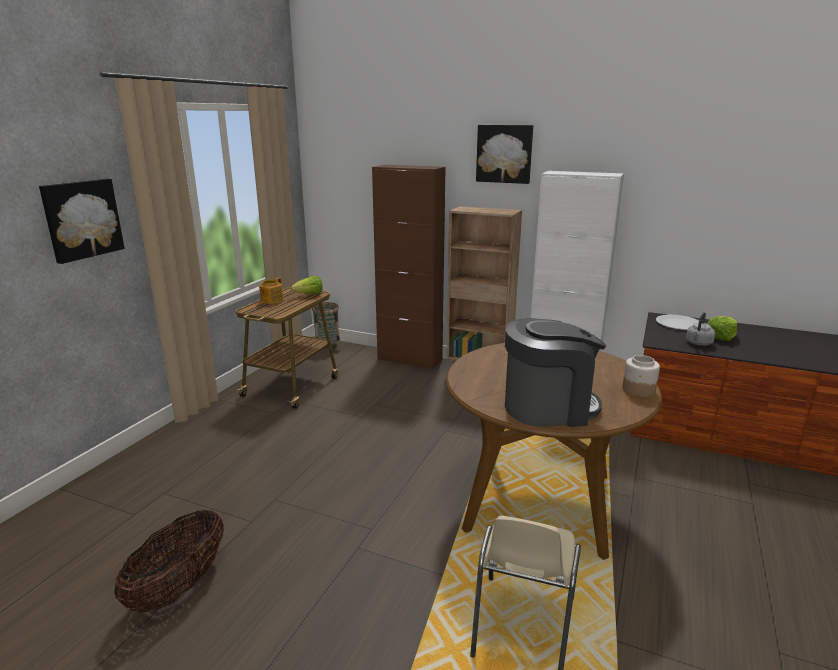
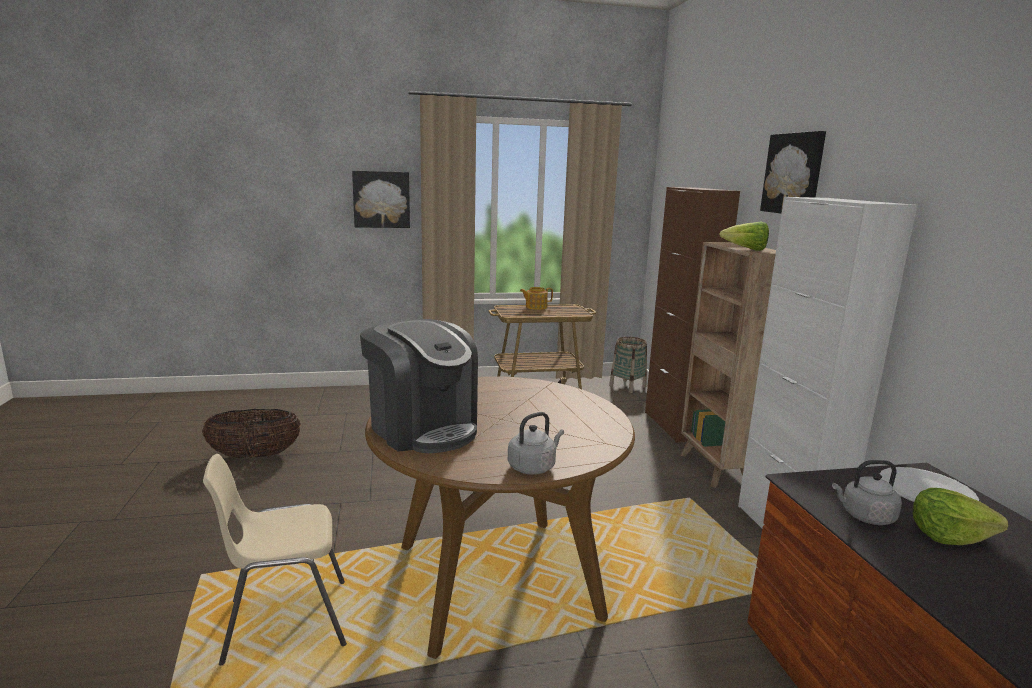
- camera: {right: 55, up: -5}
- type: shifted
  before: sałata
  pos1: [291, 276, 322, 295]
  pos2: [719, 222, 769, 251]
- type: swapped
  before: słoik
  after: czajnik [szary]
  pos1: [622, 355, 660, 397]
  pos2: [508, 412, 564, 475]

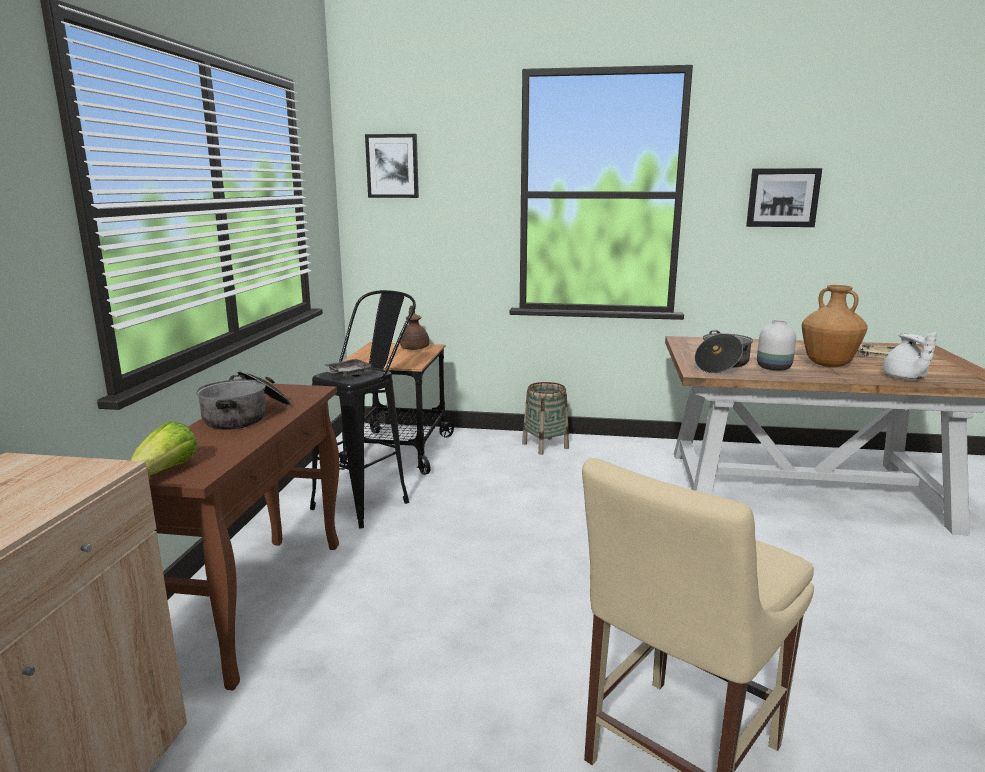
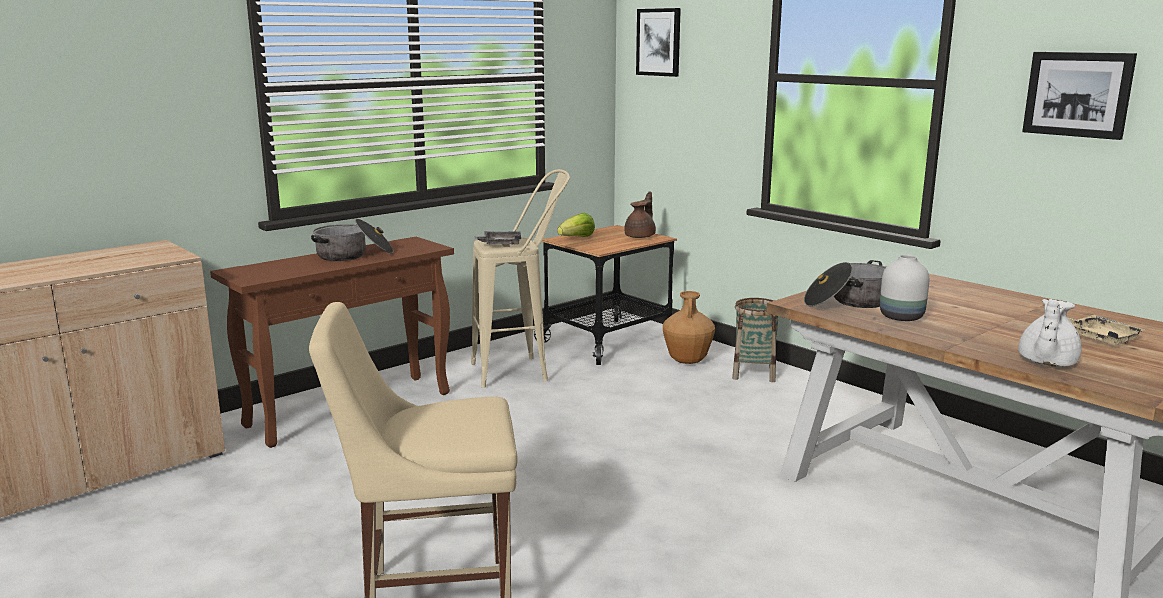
- camera: {right: 40, up: 0}
- type: shifted
  before: sałata
  pos1: [131, 421, 197, 476]
  pos2: [557, 213, 595, 237]
- type: shifted
  before: wazon [brązowy]
  pos1: [802, 285, 868, 367]
  pos2: [663, 291, 715, 364]
- type: repainted
  before: stołek [czarny]
  after: stołek [beżowy]
  pos1: [310, 290, 416, 529]
  pos2: [471, 169, 570, 388]

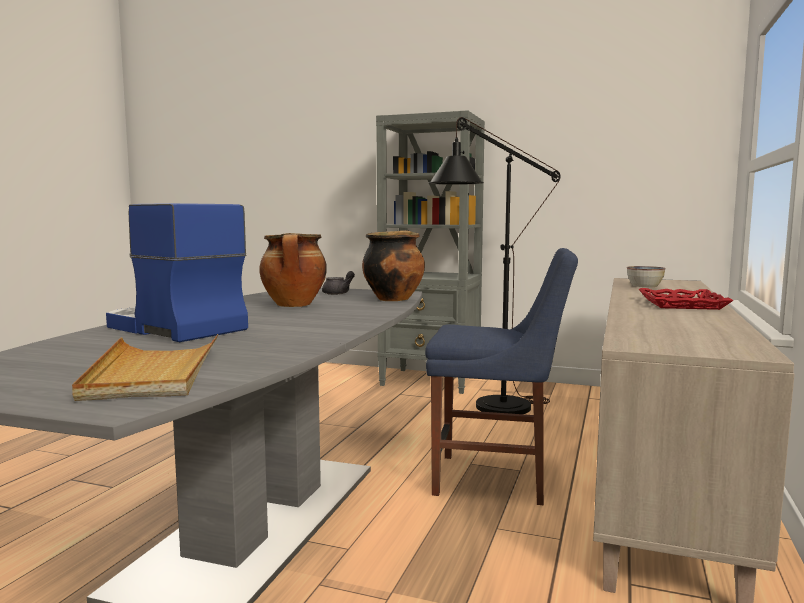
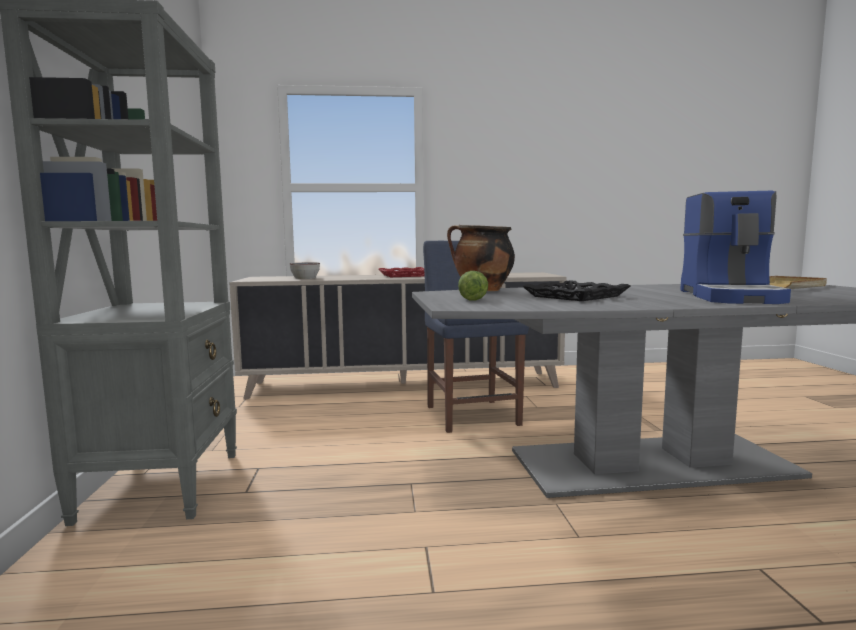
- camera: {right: -115, up: 0}
- type: gone
  before: lampa stojąca [czarny]
  pos1: [429, 117, 561, 414]
- type: swapped
  before: garnek
  after: taca [czarny]
  pos1: [259, 233, 327, 307]
  pos2: [522, 281, 630, 301]
- type: swapped
  before: imbryk [szary]
  after: sałata
  pos1: [322, 271, 355, 295]
  pos2: [458, 271, 488, 301]

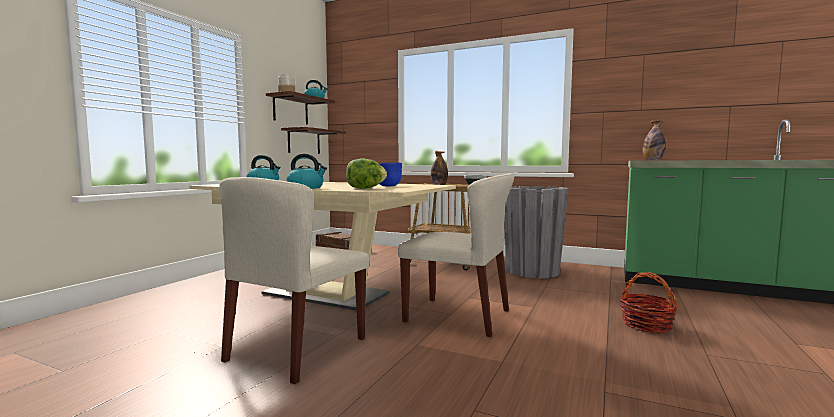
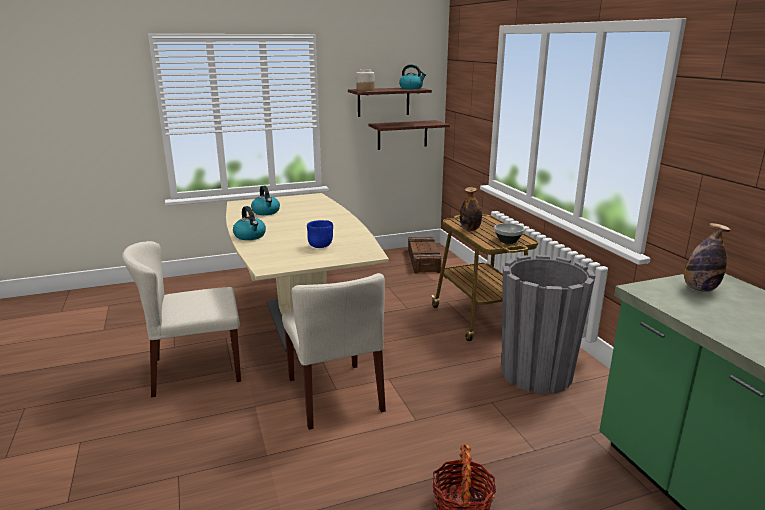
- camera: {right: 45, up: 15}
- type: gone
  before: sałata
  pos1: [346, 159, 387, 189]

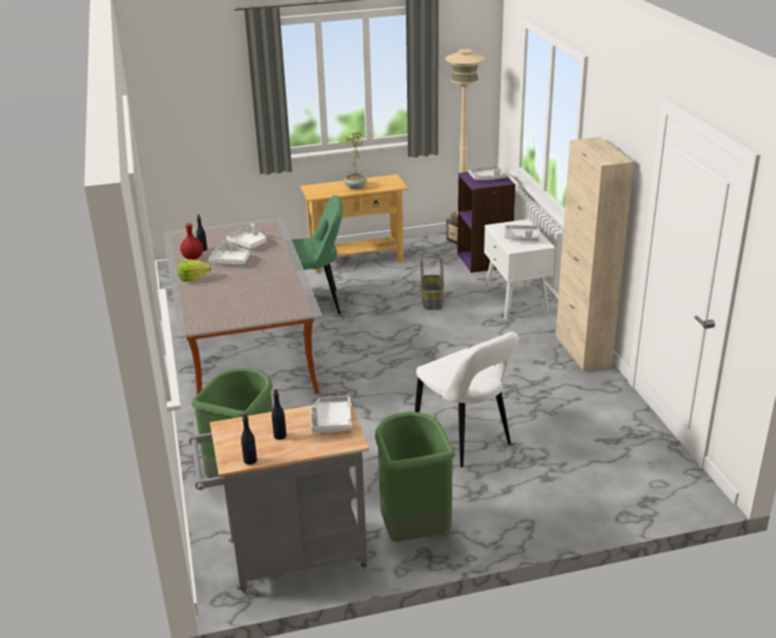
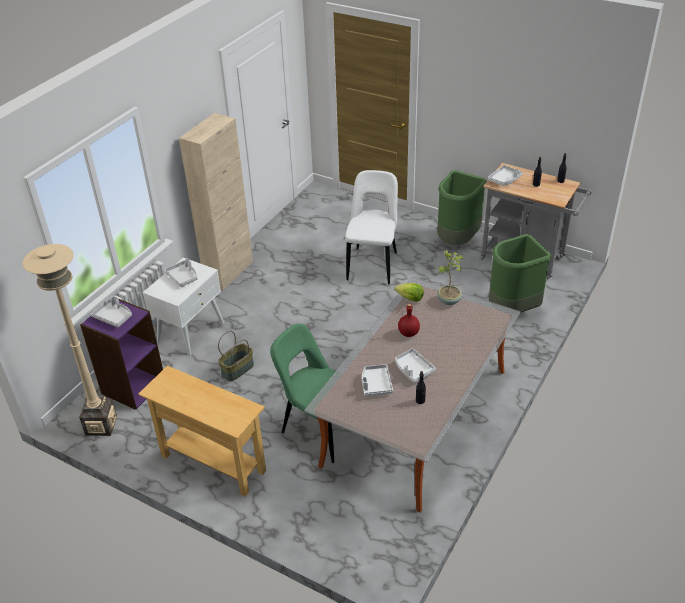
- camera: {right: -135, up: 10}
- type: shifted
  before: sałata
  pos1: [178, 259, 211, 282]
  pos2: [395, 283, 424, 302]
- type: shifted
  before: butelka [czerwony]
  pos1: [180, 222, 203, 260]
  pos2: [398, 304, 420, 337]
- type: shifted
  before: roślina doniczkowa
  pos1: [340, 132, 367, 190]
  pos2: [437, 250, 465, 305]

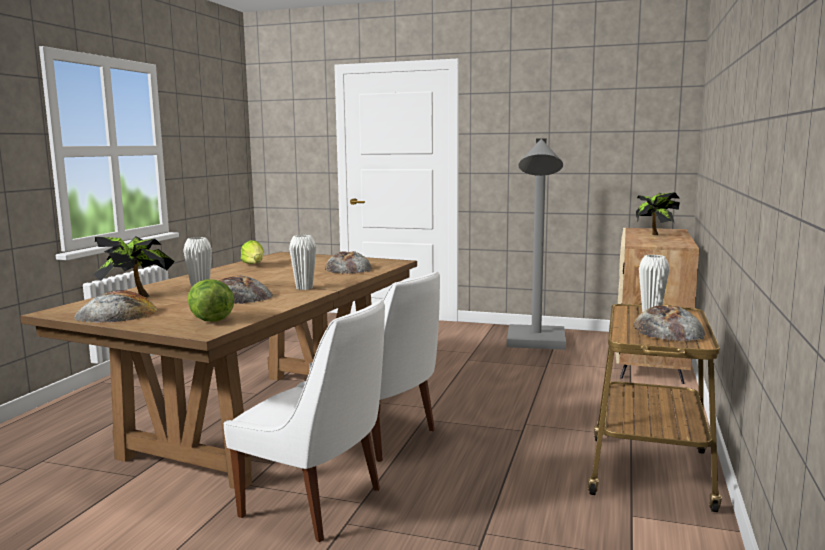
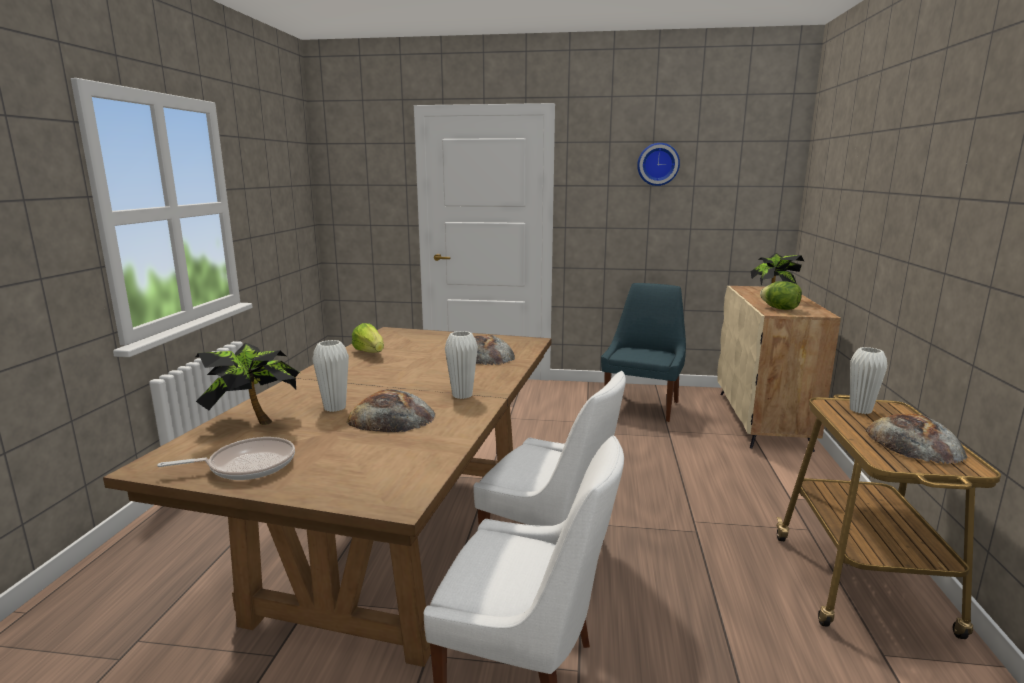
- camera: {right: -10, up: 5}
- type: new
  after: zegar ścienny
  pos2: [637, 143, 680, 186]
- type: shifted
  before: sałata
  pos1: [188, 279, 234, 322]
  pos2: [760, 281, 802, 310]
- type: swapped
  before: chleb
  after: patelnia
  pos1: [74, 290, 157, 323]
  pos2: [157, 437, 295, 480]
- type: swapped
  before: lampa stojąca [szary]
  after: krzesło [niebieski]
  pos1: [507, 138, 566, 350]
  pos2: [601, 283, 686, 422]

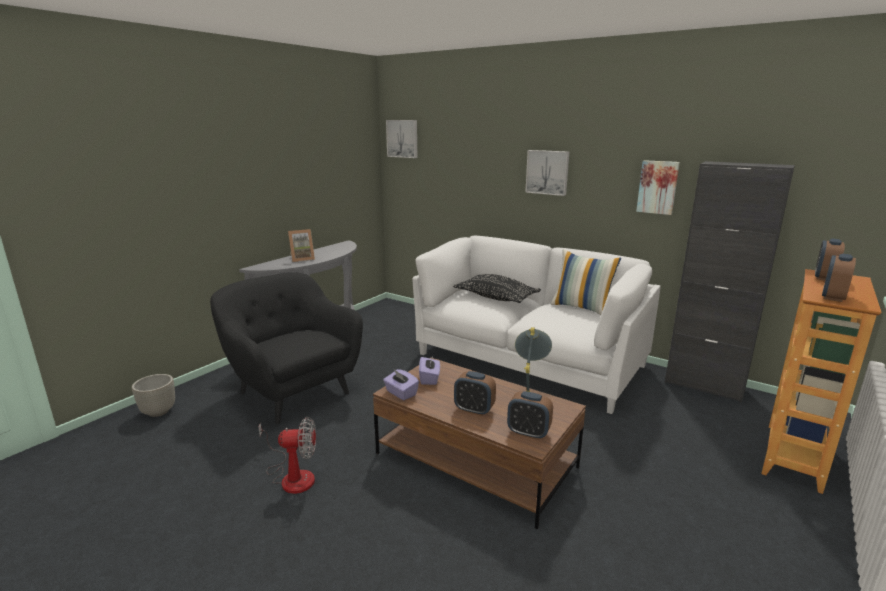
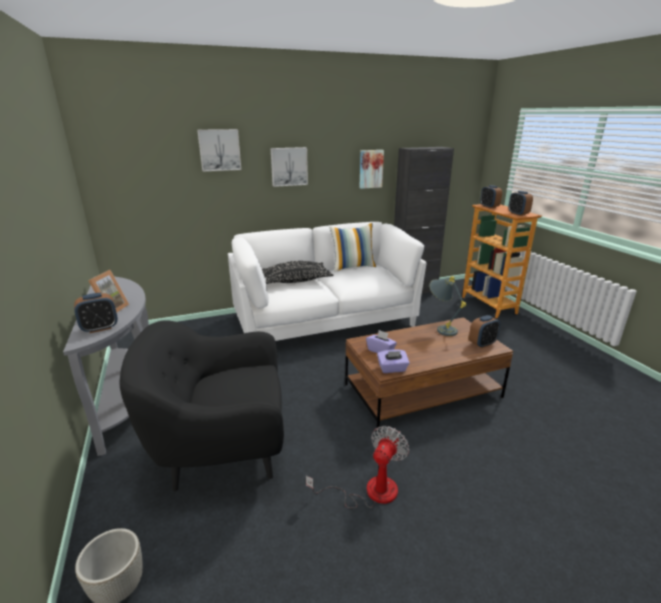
- camera: {right: -55, up: 5}
- type: shifted
  before: obraz
  pos1: [386, 120, 417, 158]
  pos2: [197, 129, 241, 171]
- type: shifted
  before: budzik
  pos1: [454, 371, 496, 416]
  pos2: [74, 293, 118, 333]

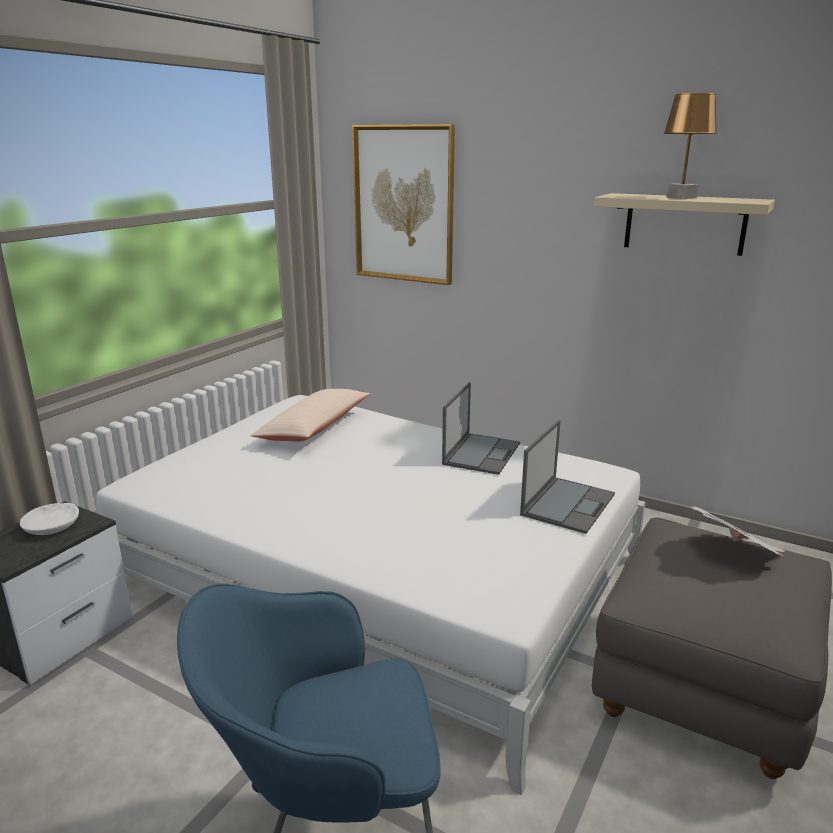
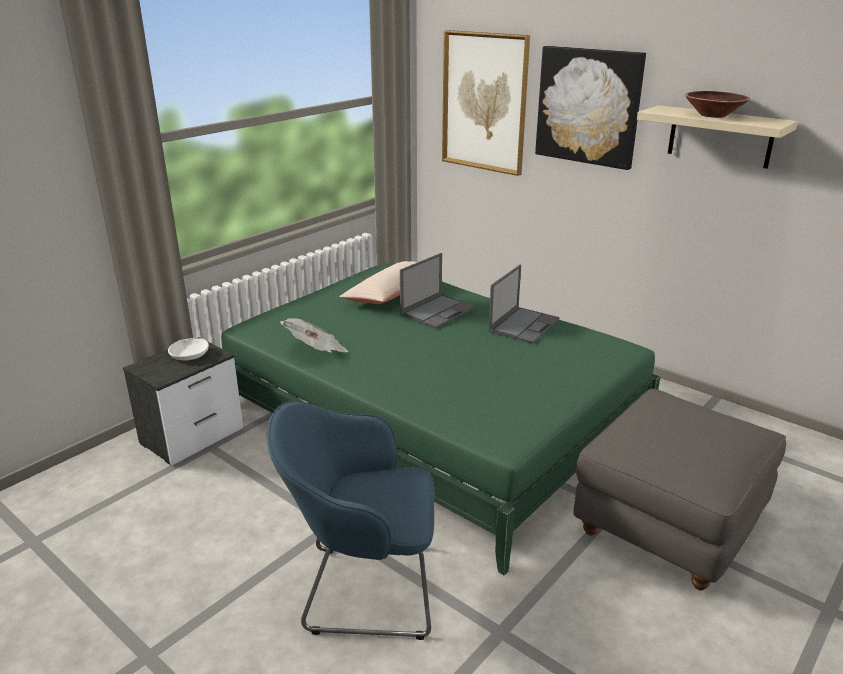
- camera: {right: 10, up: 5}
- type: new
  after: obraz
  pos2: [535, 46, 646, 170]
- type: shifted
  before: laptop
  pos1: [520, 420, 615, 534]
  pos2: [400, 253, 475, 328]
- type: shifted
  before: gazeta
  pos1: [692, 506, 784, 556]
  pos2: [280, 318, 349, 353]
- type: swapped
  before: lampa stołowa [brązowy]
  after: miska [brązowy]
  pos1: [664, 93, 717, 199]
  pos2: [685, 91, 750, 118]
- type: repainted
  before: łóżko [biały]
  after: łóżko [zielony]
  pos1: [97, 395, 646, 795]
  pos2: [221, 264, 660, 576]

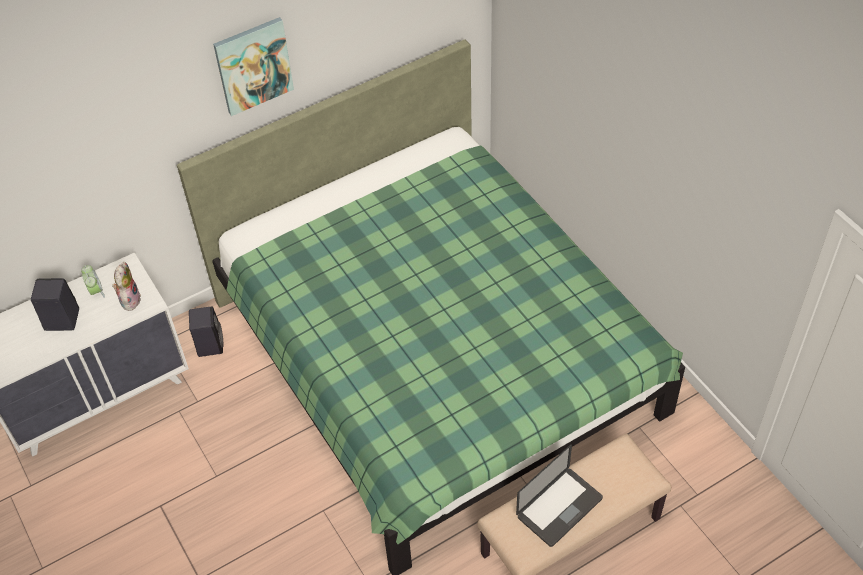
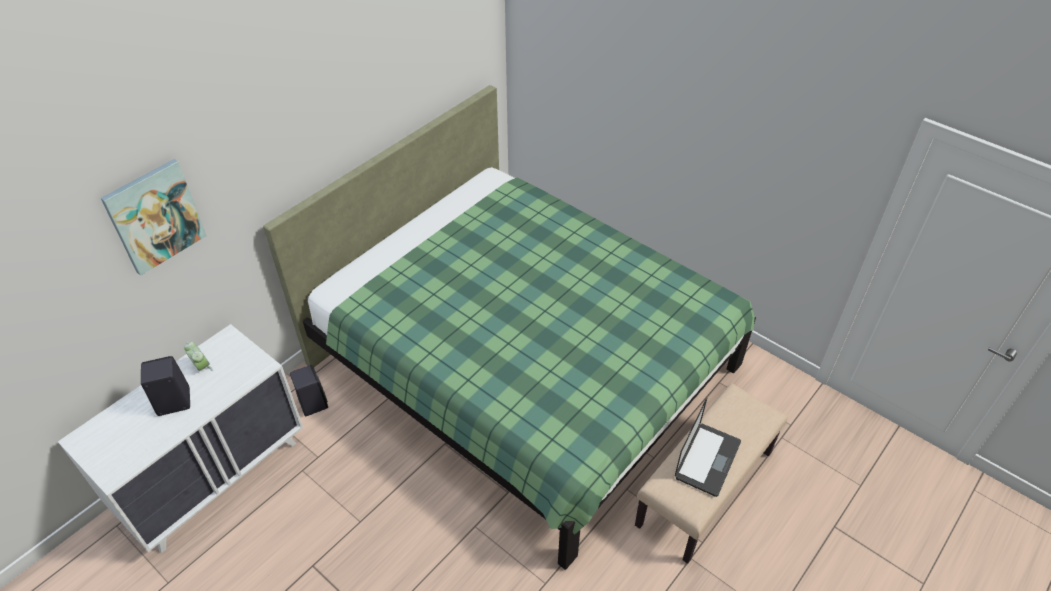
- camera: {right: -20, up: -5}
- type: gone
  before: pluszak
  pos1: [112, 262, 141, 312]
- type: shifted
  before: obraz
  pos1: [213, 17, 294, 116]
  pos2: [101, 159, 207, 276]

